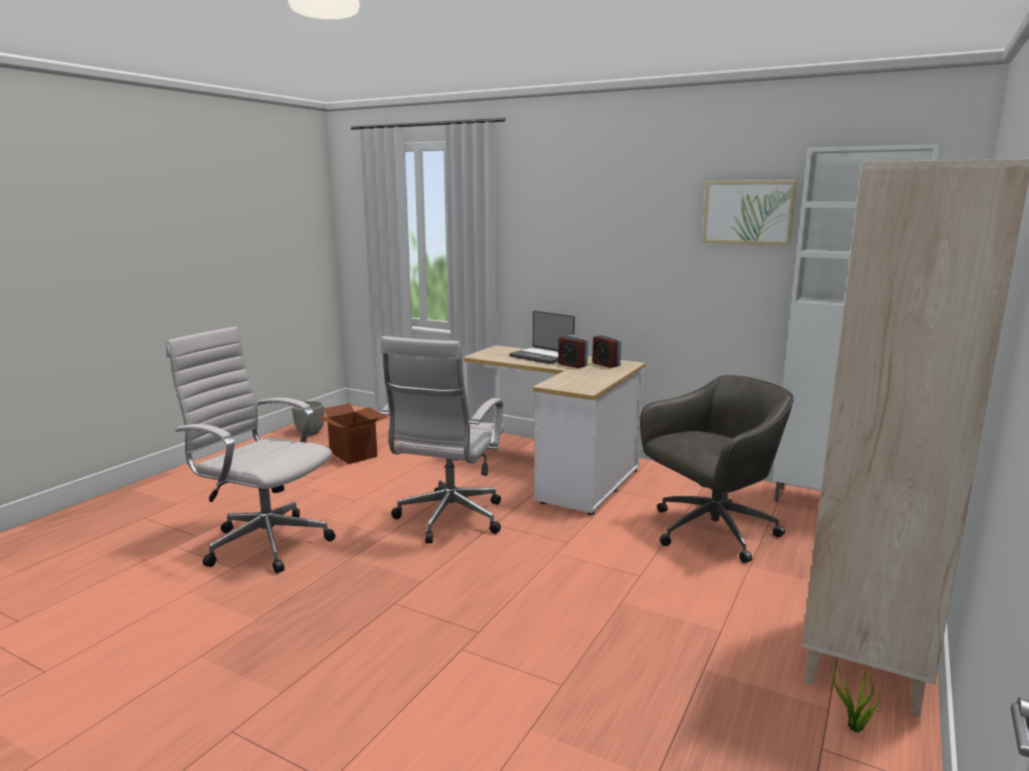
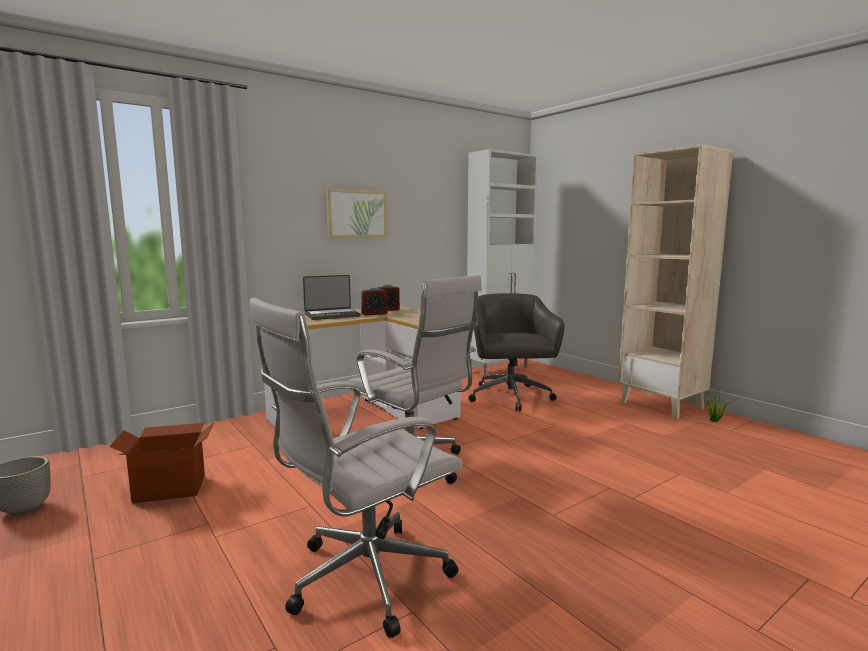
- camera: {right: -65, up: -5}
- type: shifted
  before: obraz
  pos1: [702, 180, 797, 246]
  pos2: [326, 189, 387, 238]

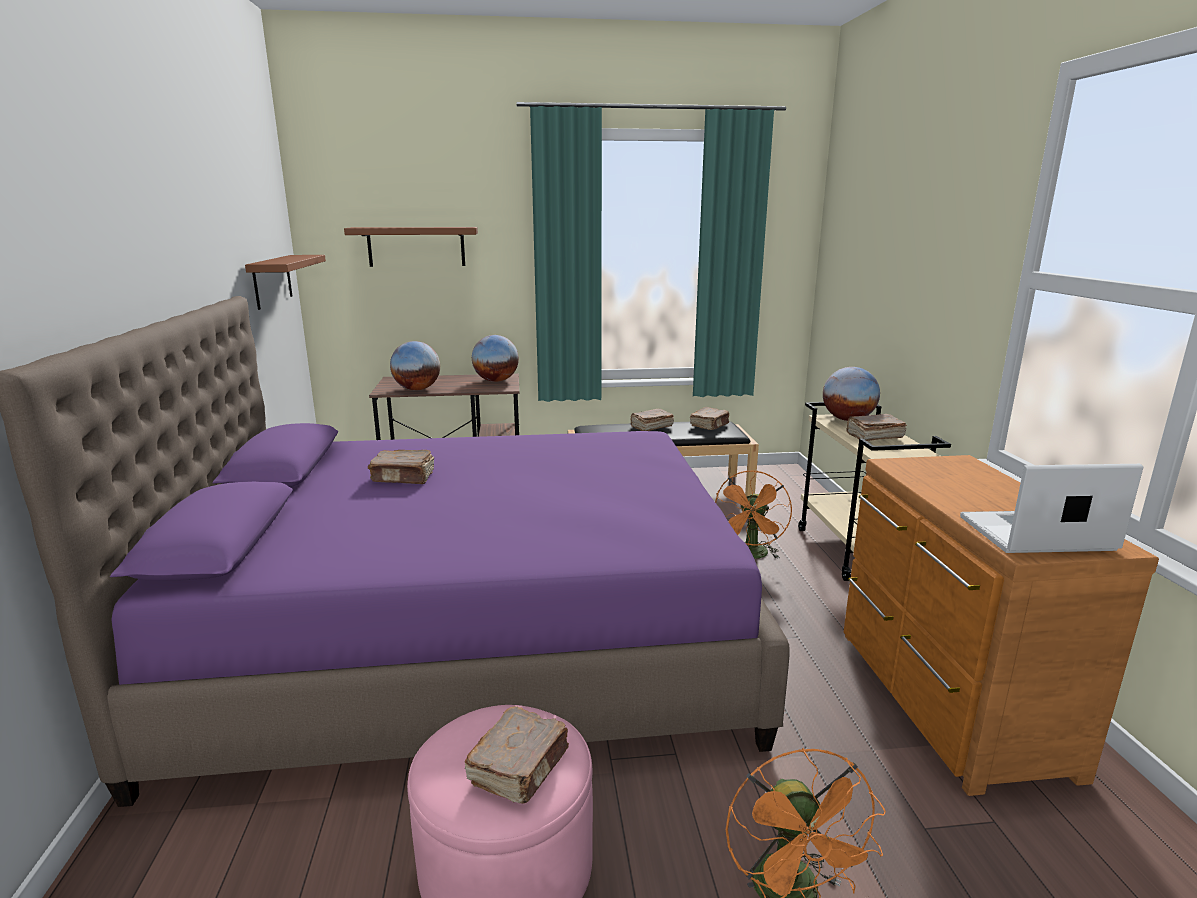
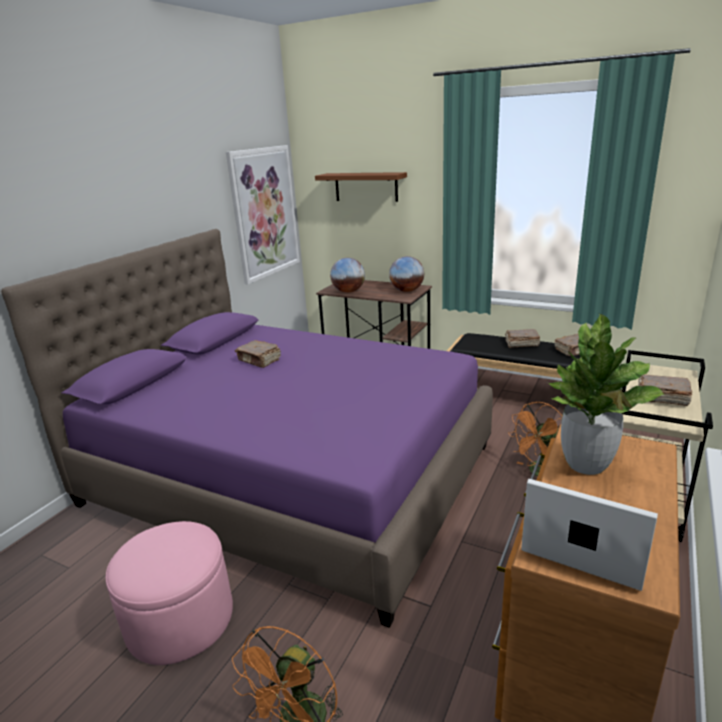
- camera: {right: 35, up: 5}
- type: gone
  before: książka [brązowy]
  pos1: [465, 706, 569, 803]
- type: gone
  before: globus
  pos1: [823, 367, 880, 421]
- type: new
  after: roślina doniczkowa
  pos2: [548, 314, 664, 475]
- type: swapped
  before: półka [brązowy]
  after: obraz
  pos1: [245, 255, 326, 310]
  pos2: [226, 145, 300, 284]

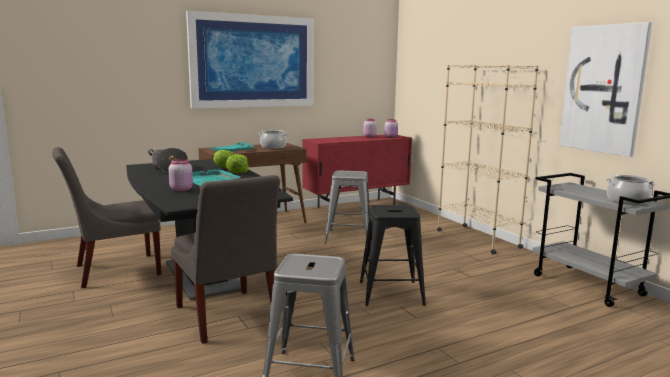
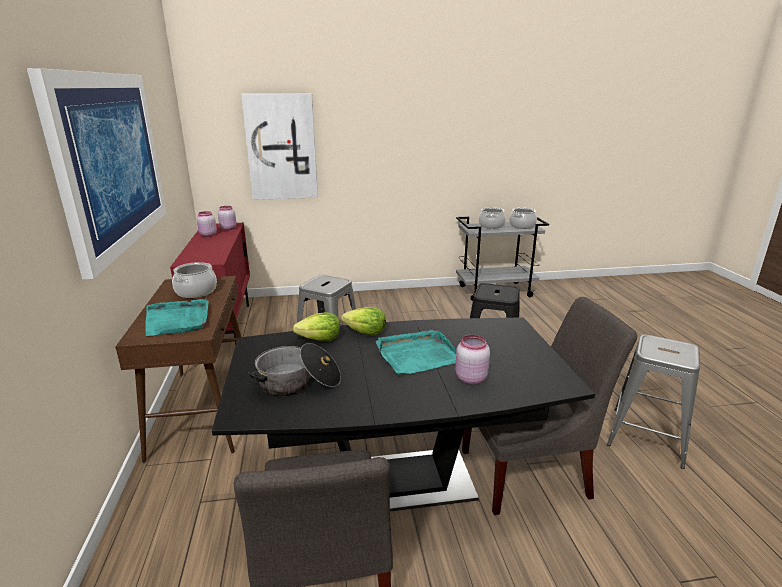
- camera: {right: -70, up: 10}
- type: gone
  before: regał [beżowy]
  pos1: [437, 65, 539, 254]
- type: new
  after: garnek
  pos2: [478, 207, 506, 229]
- type: shifted
  before: obraz
  pos1: [559, 22, 653, 157]
  pos2: [241, 93, 318, 200]

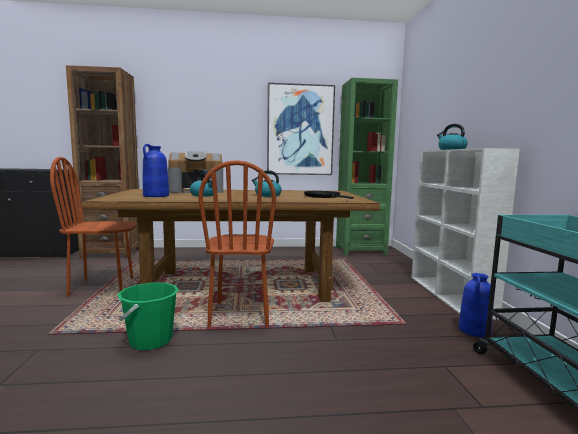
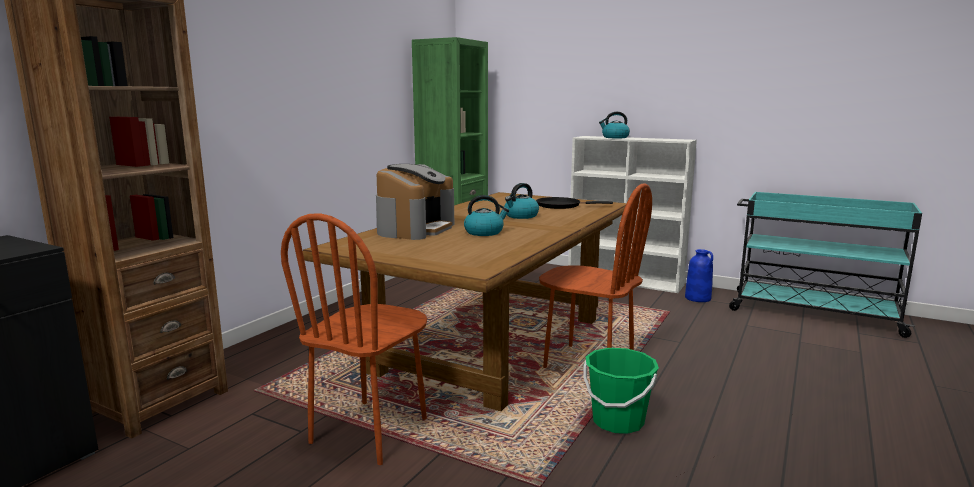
- camera: {right: -55, up: 5}
- type: gone
  before: wazon [niebieski]
  pos1: [143, 144, 169, 197]
- type: gone
  before: obraz
  pos1: [267, 83, 335, 175]

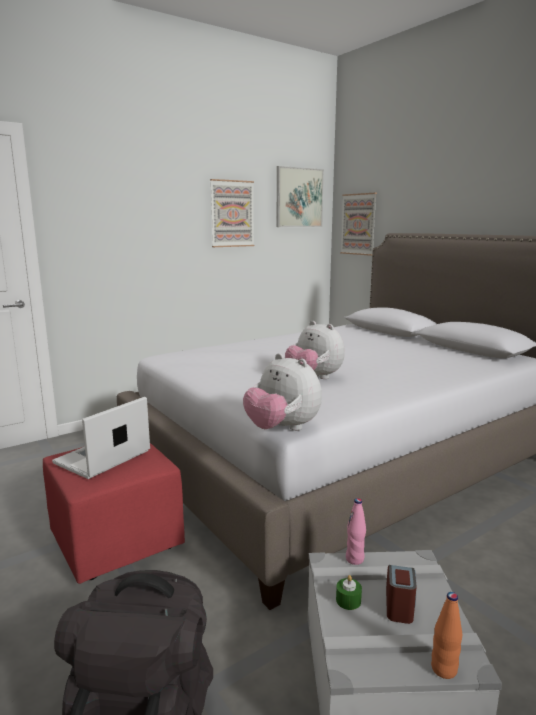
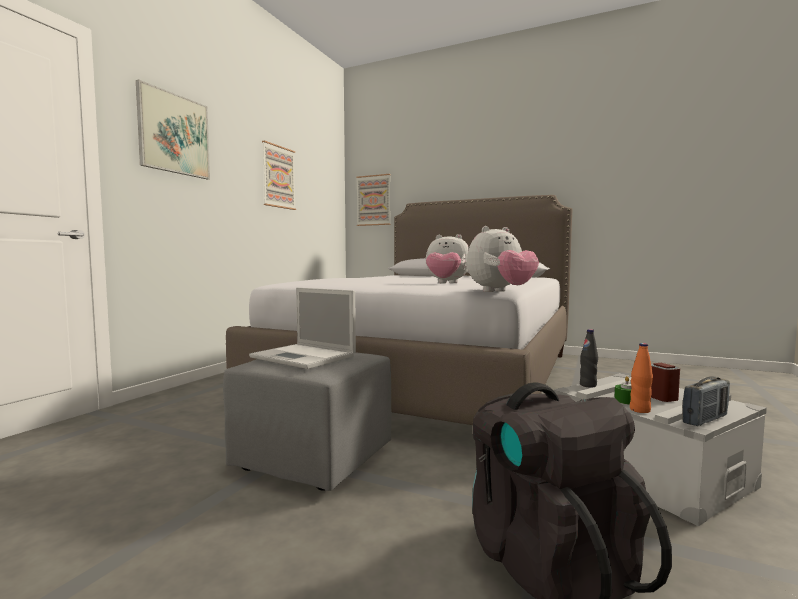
- camera: {right: -30, up: -10}
- type: new
  after: radio
  pos2: [682, 376, 730, 426]
- type: shifted
  before: obraz
  pos1: [277, 166, 324, 227]
  pos2: [136, 80, 210, 179]
- type: shifted
  before: butelka [pomarańczowy]
  pos1: [431, 592, 462, 679]
  pos2: [630, 343, 653, 413]
- type: repainted
  before: pufa [czerwony]
  after: pufa [szary]
  pos1: [43, 443, 185, 584]
  pos2: [223, 352, 391, 491]
- type: repainted
  before: butelka [różowy]
  after: butelka [czarny]
  pos1: [346, 498, 366, 565]
  pos2: [580, 329, 598, 388]
- type: rotated
  before: laptop
  pos1: [52, 397, 150, 479]
  pos2: [249, 288, 356, 369]
  turn: -60
- type: rotated
  before: pluszak
  pos1: [243, 353, 322, 431]
  pos2: [467, 226, 539, 292]
  turn: -45

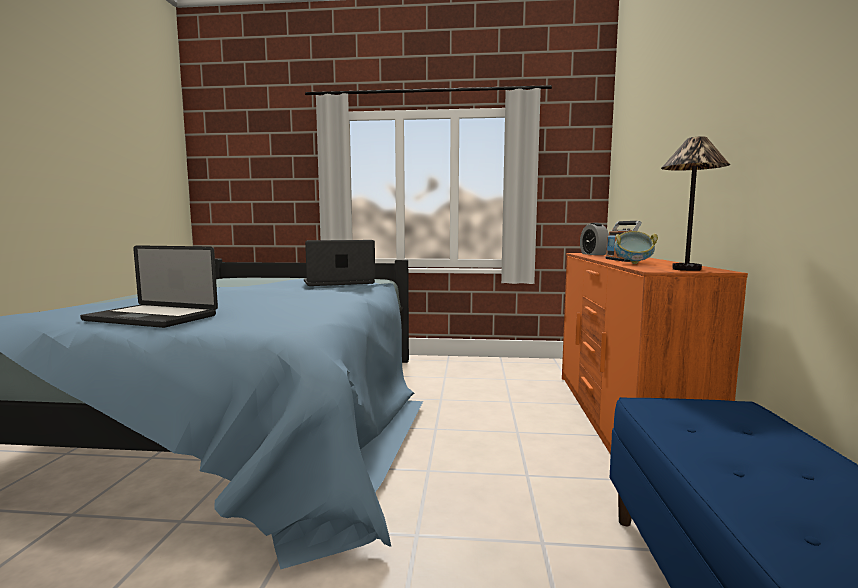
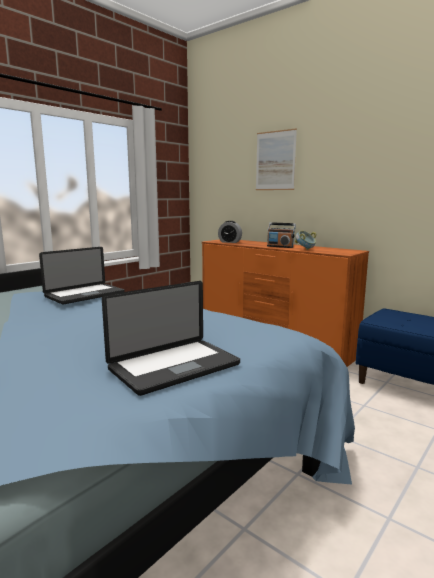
- camera: {right: -55, up: 5}
- type: gone
  before: lampa stołowa
  pos1: [661, 136, 730, 271]
- type: new
  after: obraz
  pos2: [256, 128, 297, 190]
- type: rotated
  before: laptop
  pos1: [304, 240, 375, 286]
  pos2: [39, 247, 125, 304]
  turn: -150

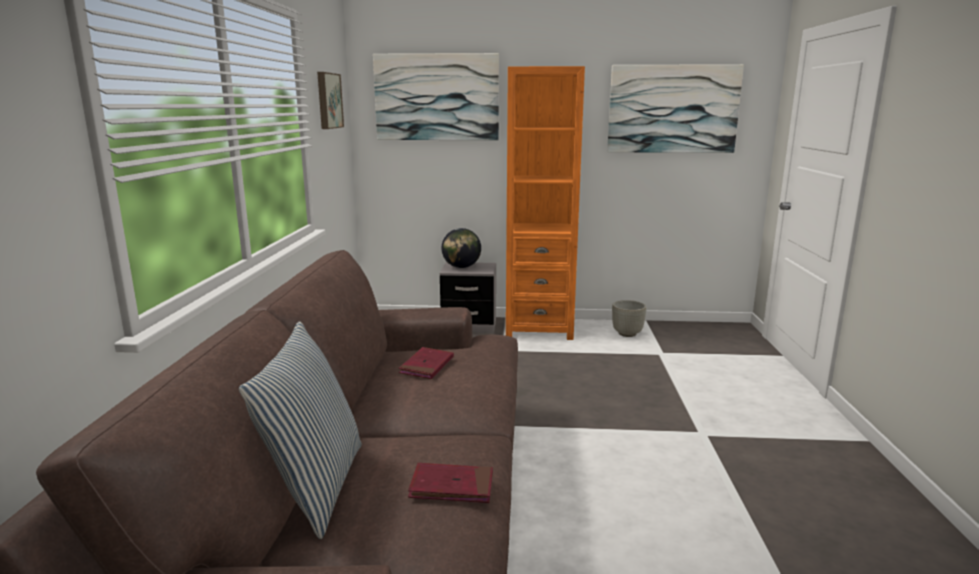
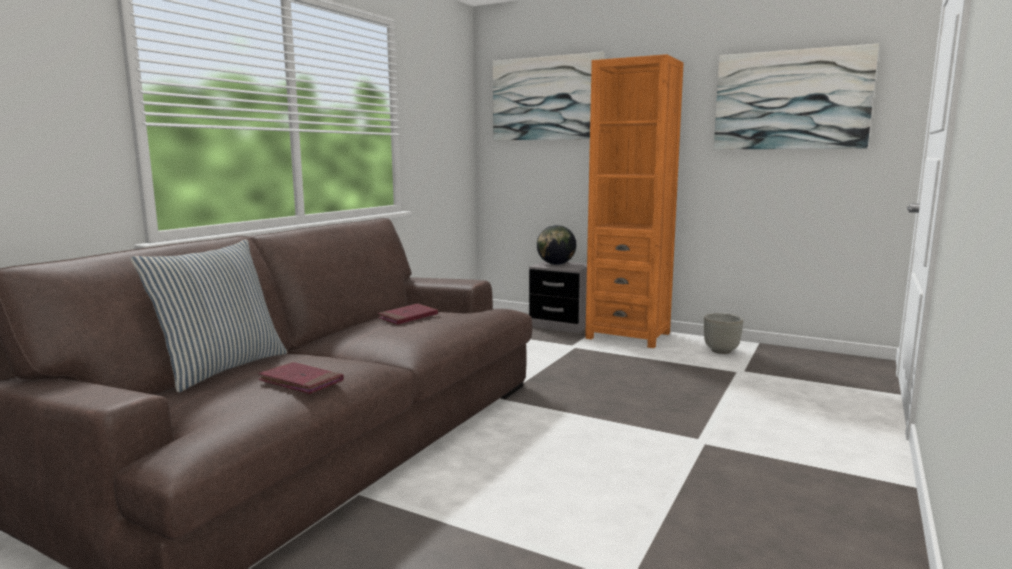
- camera: {right: 25, up: -5}
- type: gone
  before: obraz
  pos1: [317, 72, 344, 129]

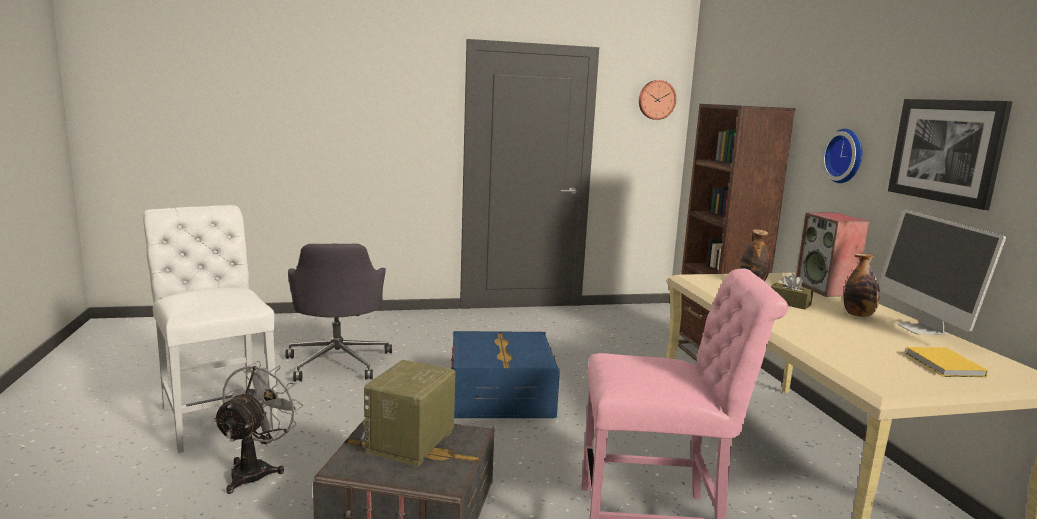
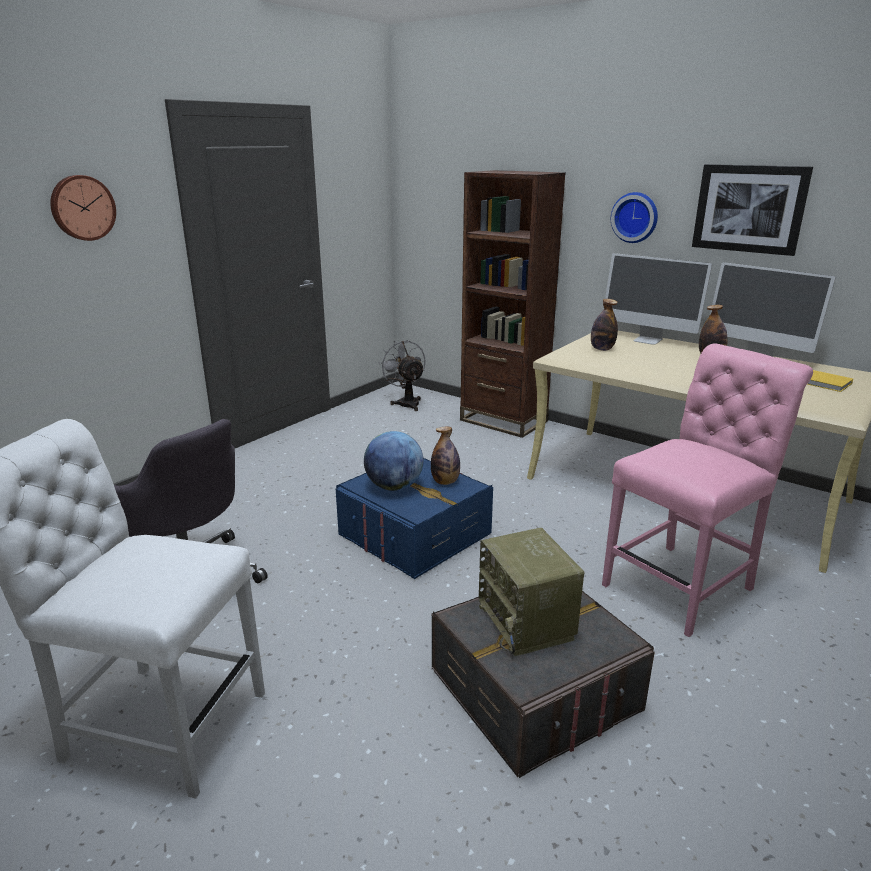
- camera: {right: -40, up: 10}
- type: gone
  before: pudełko chusteczek [brązowy]
  pos1: [770, 273, 813, 310]
- type: new
  after: globus
  pos2: [364, 431, 423, 491]
- type: new
  after: butelka
  pos2: [431, 427, 460, 485]
- type: shifted
  before: wentylator [szary]
  pos1: [212, 361, 303, 494]
  pos2: [379, 340, 426, 411]
- type: shifted
  before: zegar ścienny
  pos1: [639, 80, 676, 120]
  pos2: [50, 175, 116, 241]
- type: swapped
  before: głośnik
  after: monitor
  pos1: [796, 213, 870, 297]
  pos2: [603, 253, 712, 345]

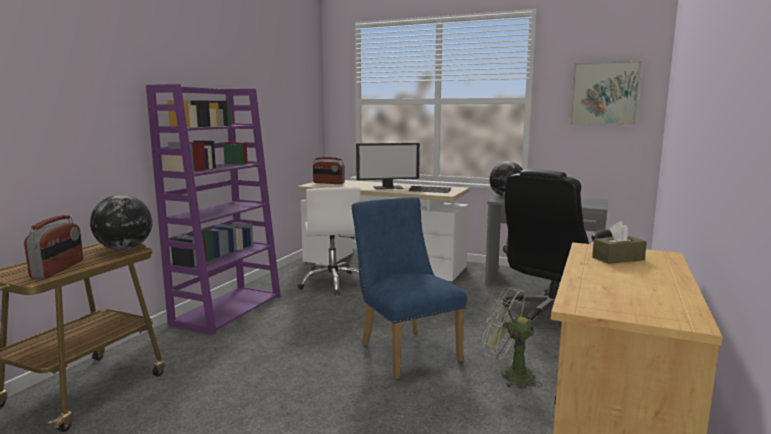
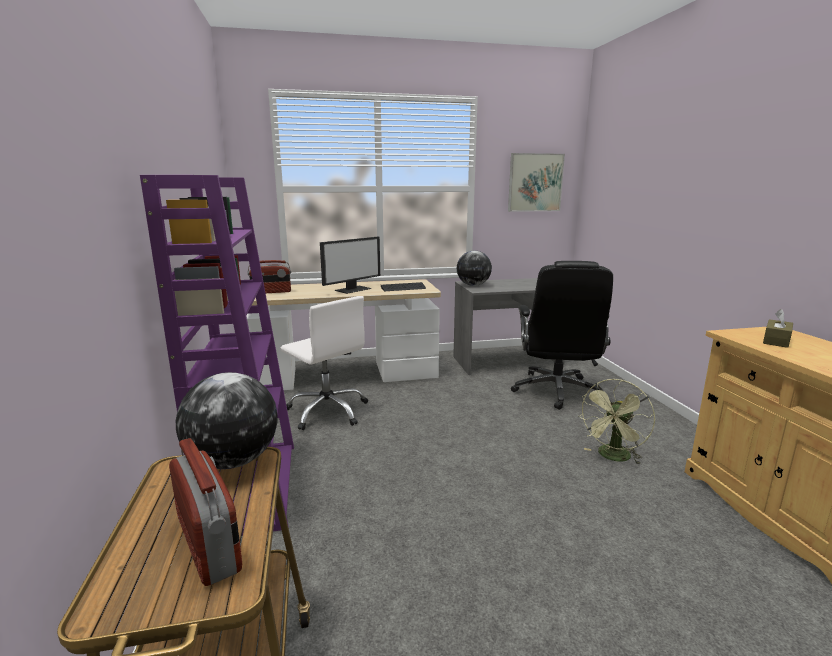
- camera: {right: -35, up: 5}
- type: gone
  before: krzesło [niebieski]
  pos1: [352, 197, 467, 379]
- type: rotated
  before: wentylator [zielony]
  pos1: [482, 287, 543, 390]
  pos2: [579, 379, 655, 465]
  turn: -45

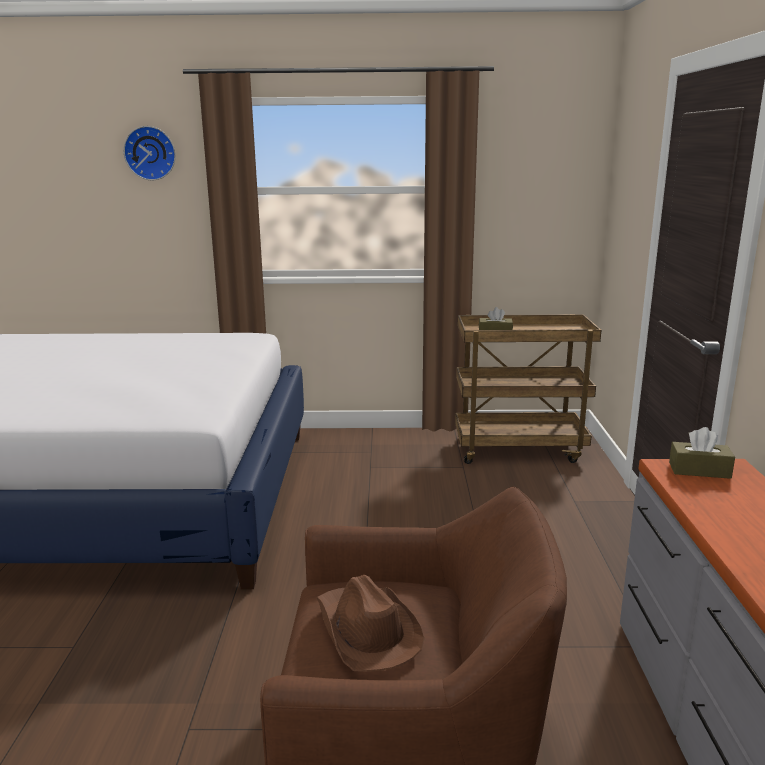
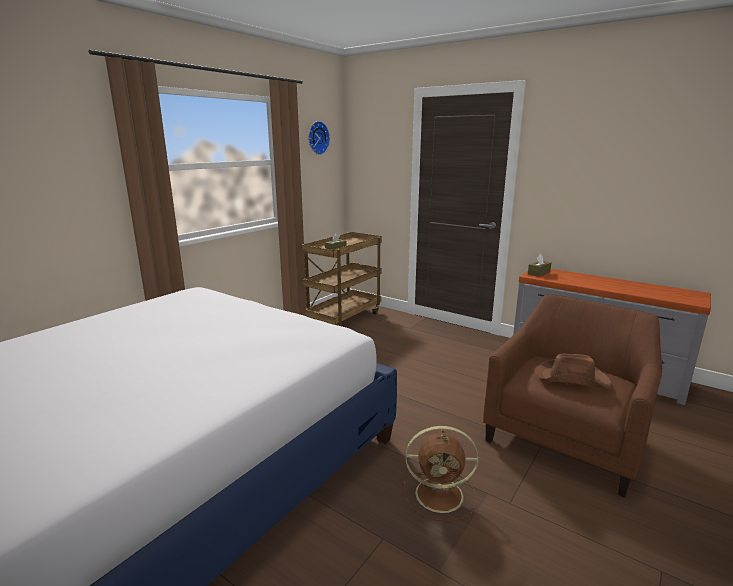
- camera: {right: -55, up: 0}
- type: new
  after: wentylator [brązowy]
  pos2: [403, 426, 479, 522]
- type: shifted
  before: zegar ścienny
  pos1: [123, 126, 176, 180]
  pos2: [308, 121, 330, 155]

